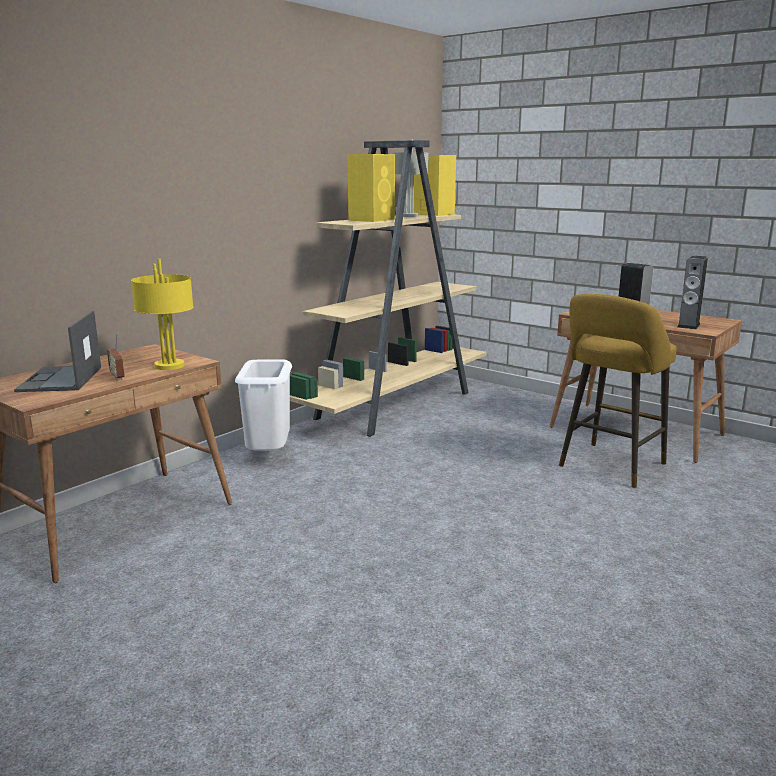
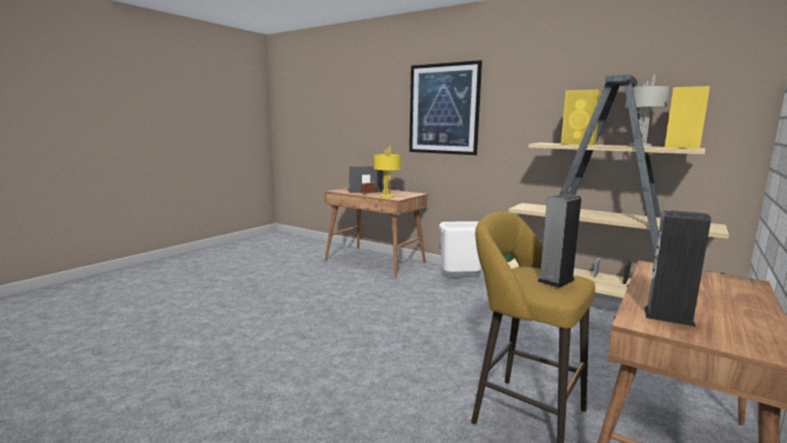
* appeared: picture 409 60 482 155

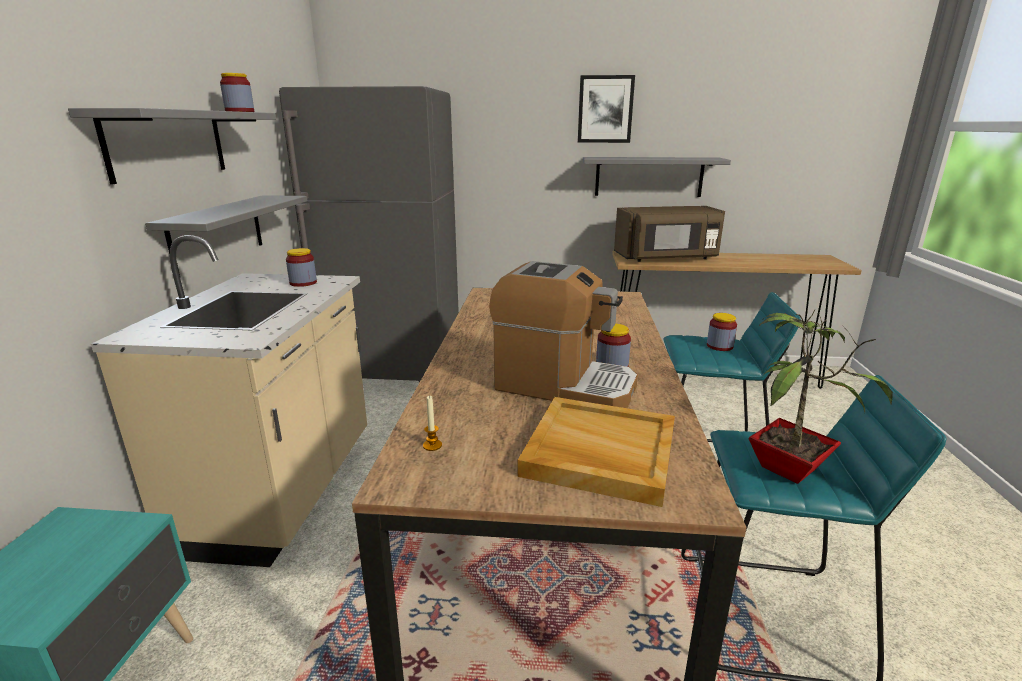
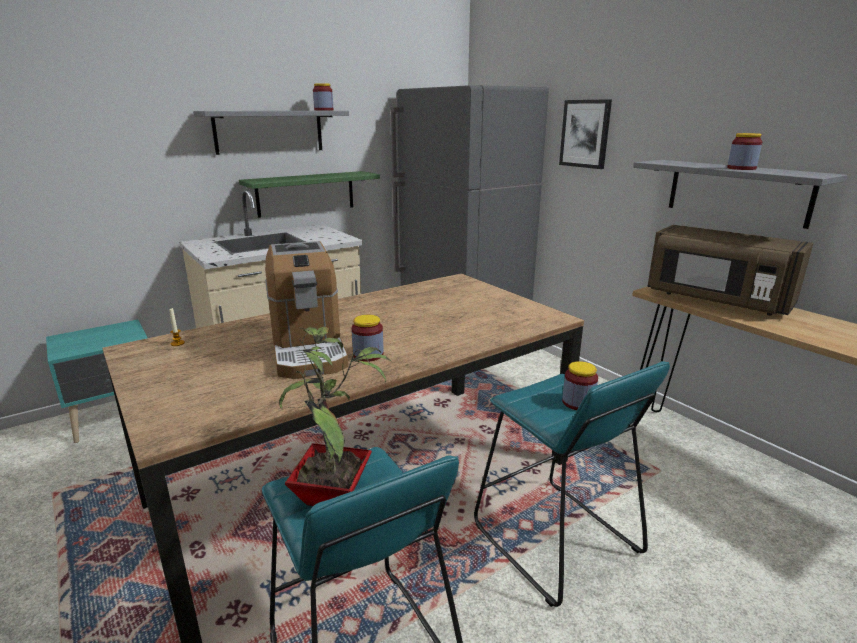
* missing: tray (beige) 518 397 675 507
* relocated: jar 286 248 317 287 to 727 133 762 170
* relocated: picture 578 75 635 143 to 559 99 612 169
* colour: shelf (grey) 145 195 307 275 to shelf (green) 239 171 380 218

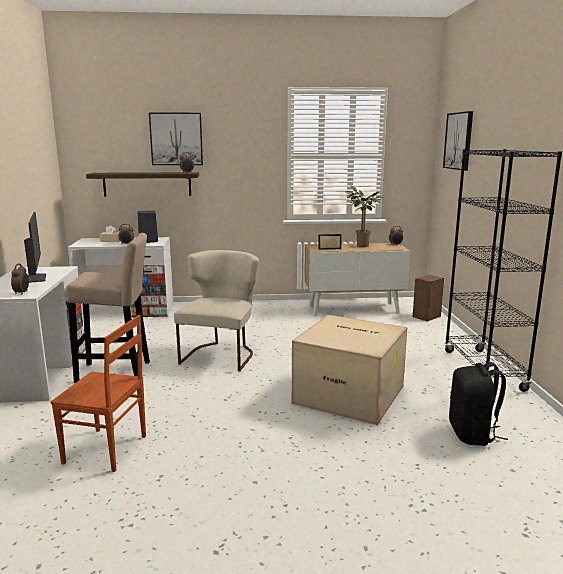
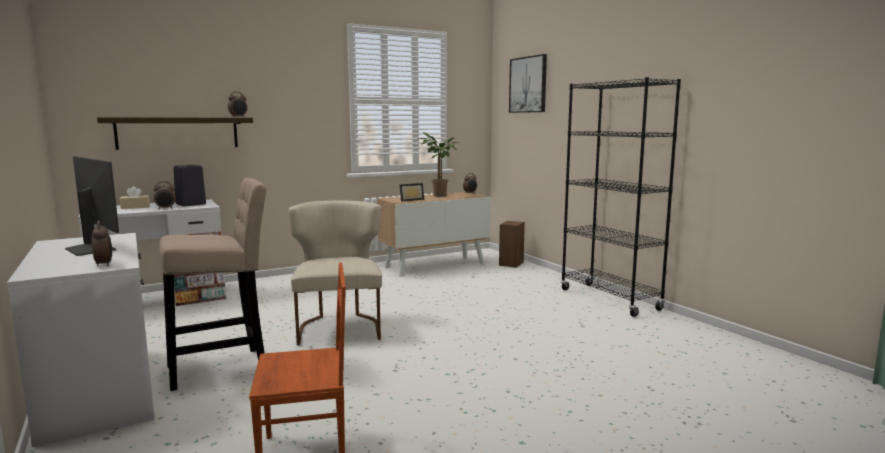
* missing: picture 149 112 203 165
* missing: cardboard box 292 315 407 425
* missing: backpack (black) 449 362 508 446

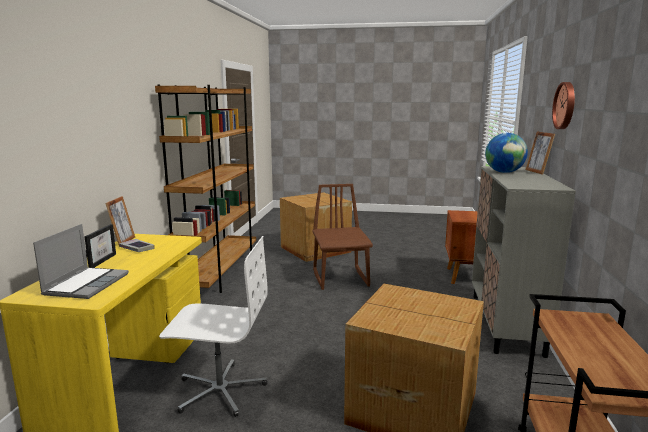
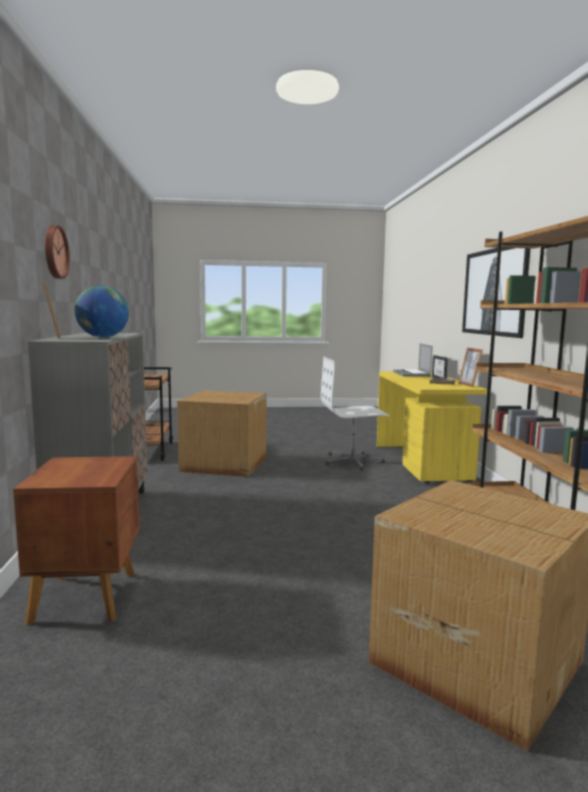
* missing: chair (brown) 312 184 373 290
* appeared: picture 462 248 531 338

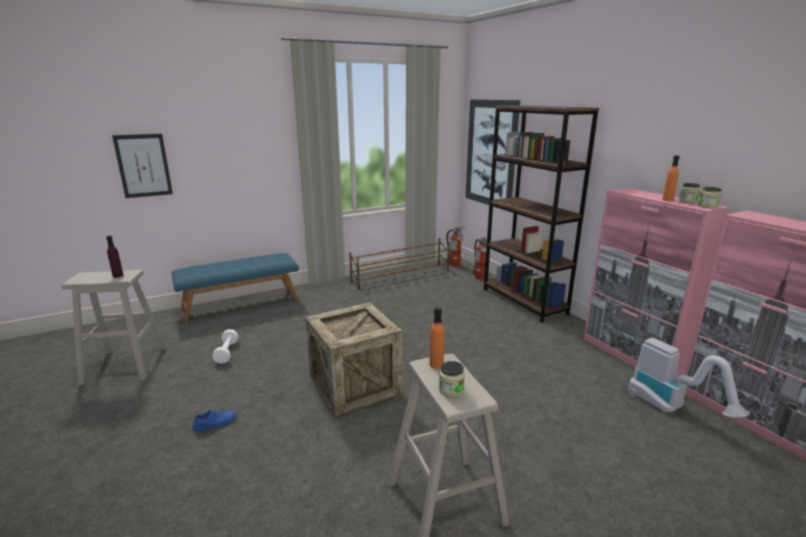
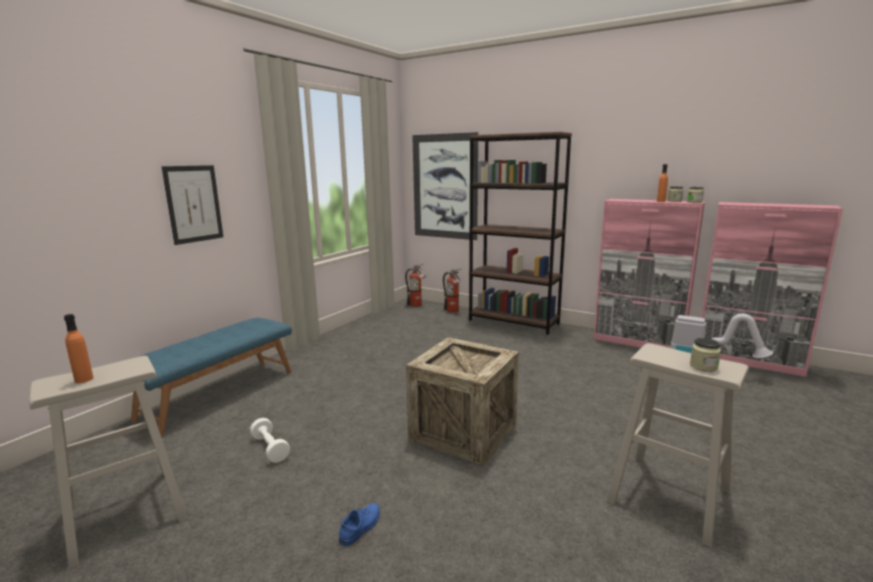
* missing: bottle (purple) 106 235 123 278
* missing: shoe rack (brown) 349 238 450 289
* relocated: picture 112 134 173 198 to 161 165 223 245
* relocated: bottle (orange) 429 307 444 369 to 64 314 93 383

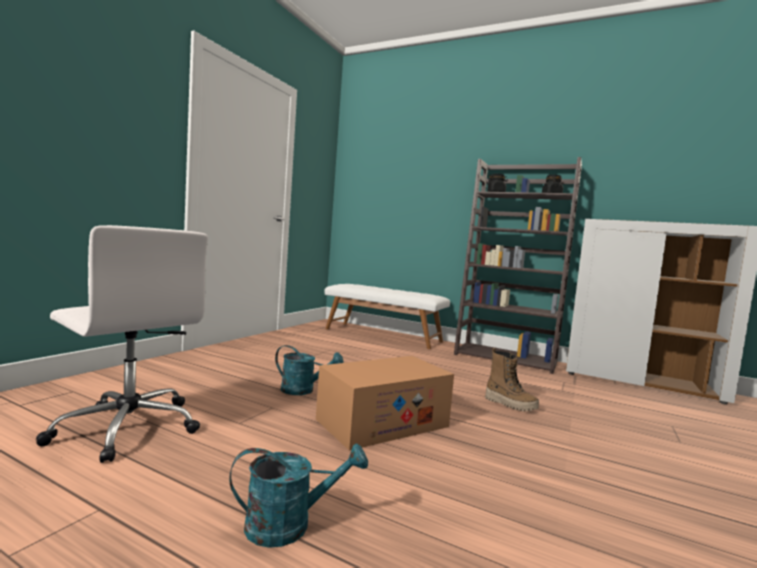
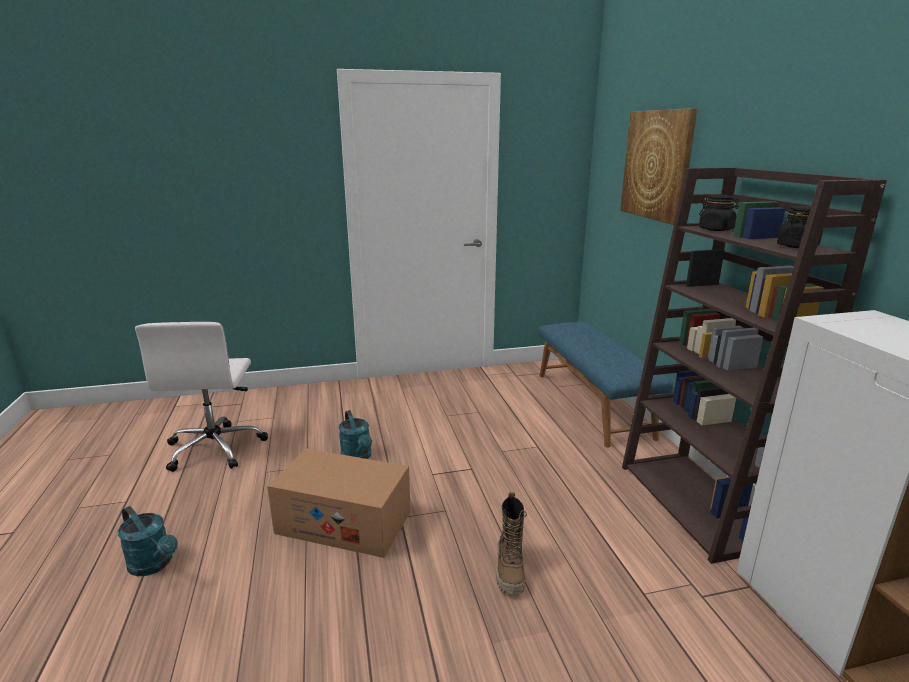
* appeared: picture 620 108 697 225
* colour: bench (white) 324 284 450 349 to bench (blue) 538 322 673 447

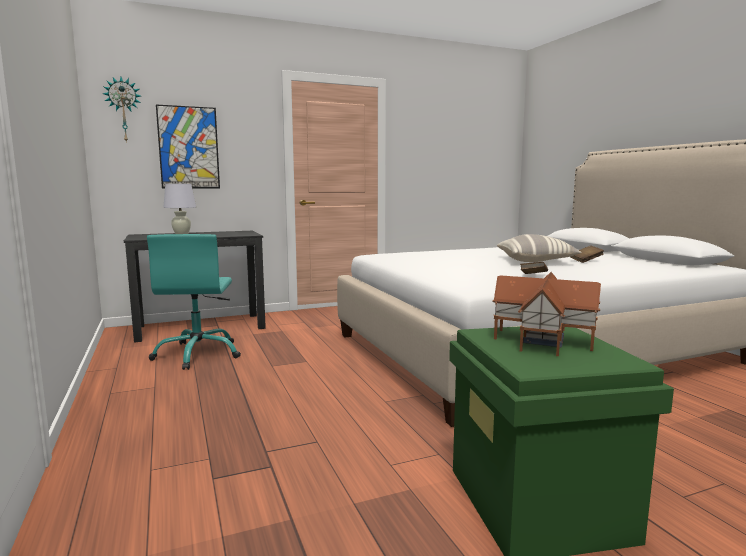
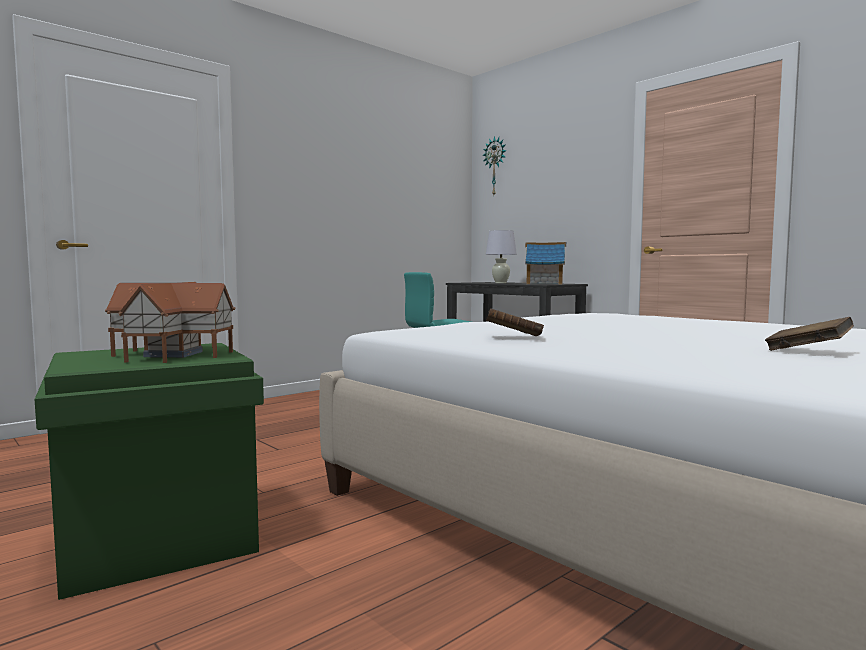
* missing: picture 156 105 220 188
* missing: pillow 497 234 582 262
* appeared: toy house 522 242 566 284

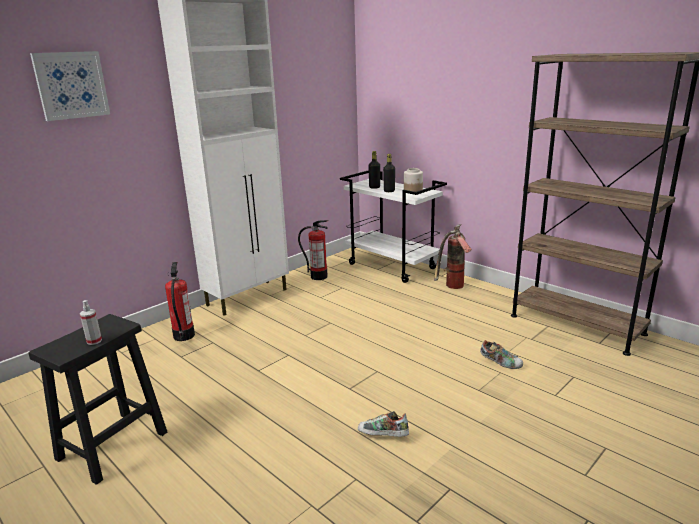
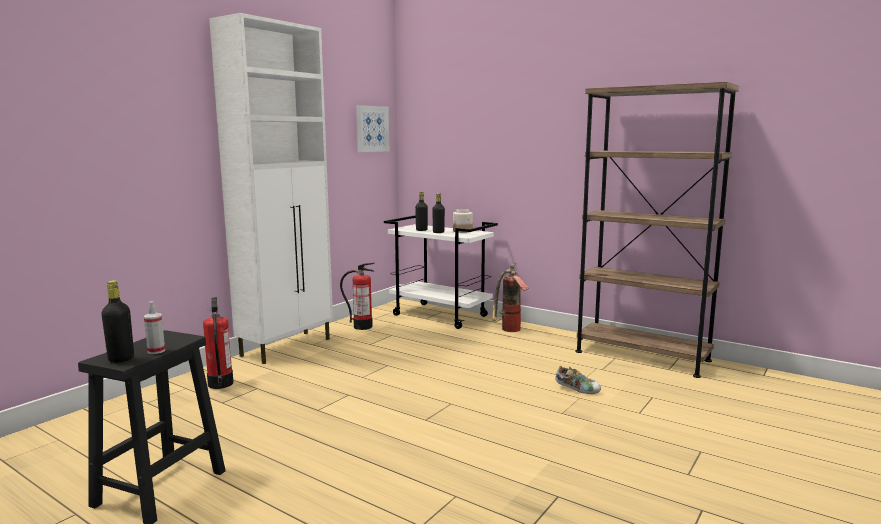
* missing: shoe 358 411 409 437
* appeared: bottle (black) 101 280 134 363
* relocated: picture 30 51 110 121 to 356 105 390 152

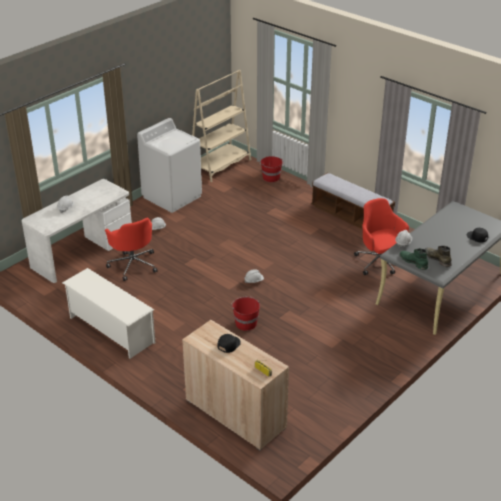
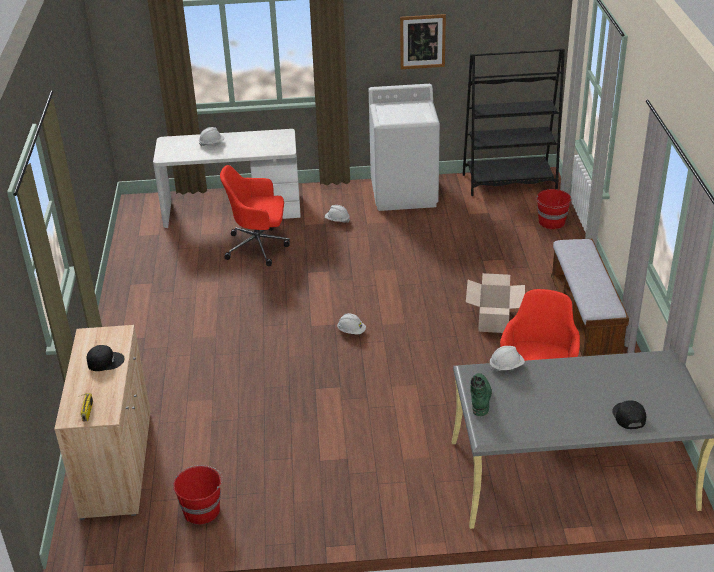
* missing: shoe rack (white) 62 268 155 359
* missing: boot (green) 424 245 452 267
* appeared: picture 400 14 446 69
* appeared: cardboard box 466 273 525 333
* relocated: bucket (red) 231 297 260 331 to 173 465 223 524
* colour: bookcase (beige) 192 70 251 182 to bookcase (black) 463 49 565 196
* spun: office chair (red) 105 217 157 281 = 220 165 290 266 75 degrees clockwise

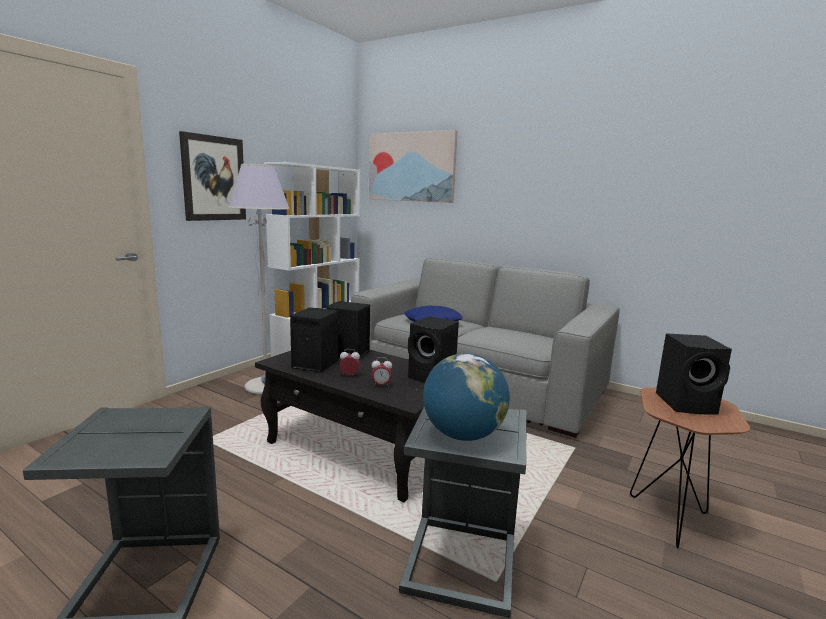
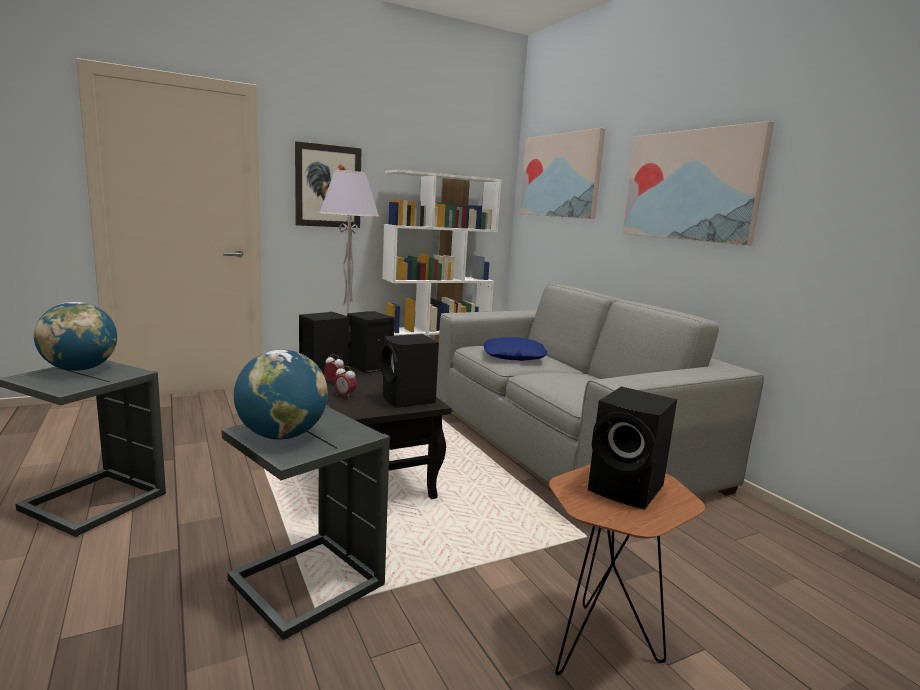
* appeared: globe 34 302 117 371
* appeared: picture 622 121 774 246

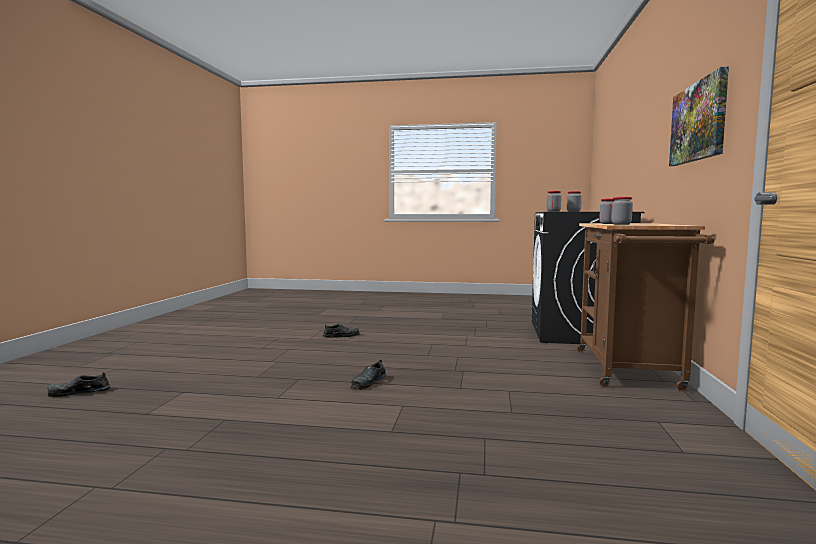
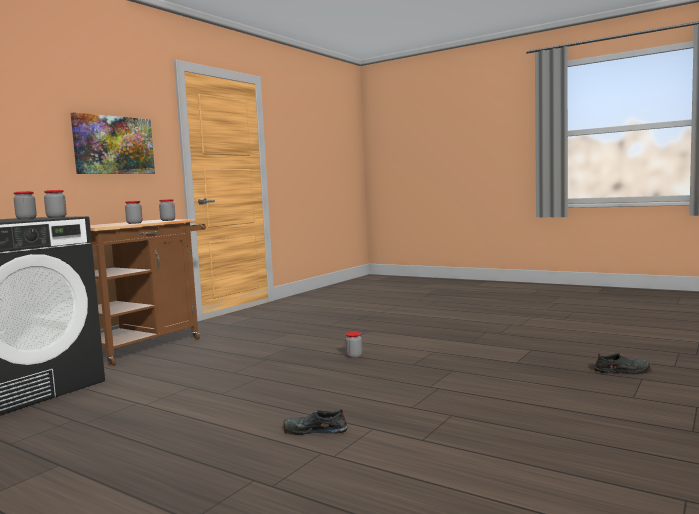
* exchanged: shoe (black) 350 359 386 390 to jar 345 332 362 358

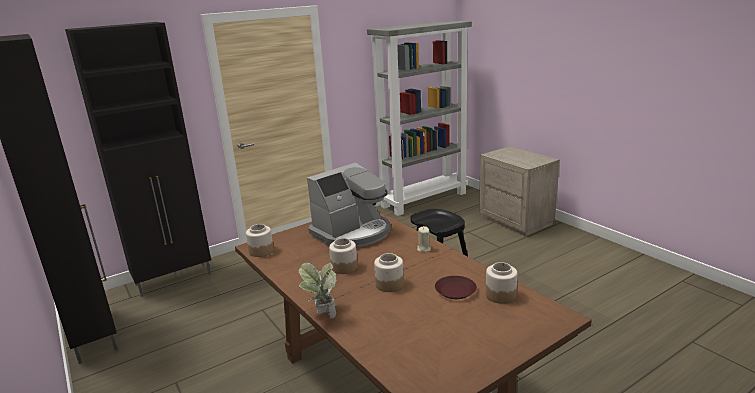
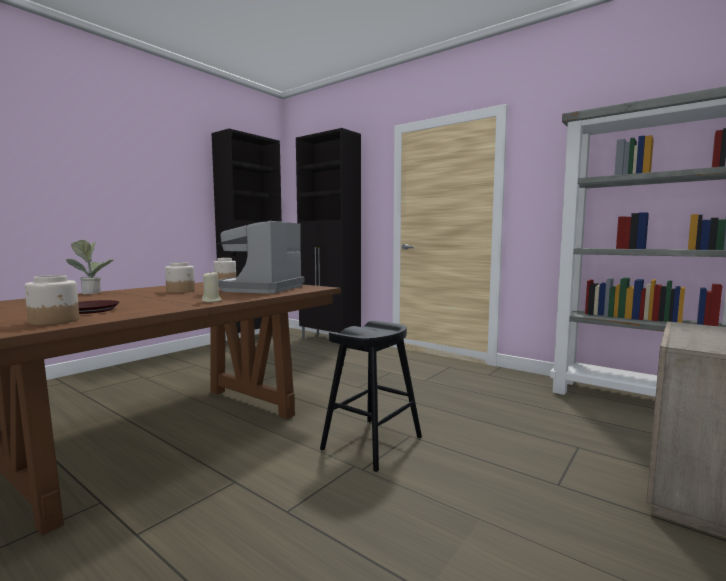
* missing: jar 374 253 404 292
* spun: coffee machine 307 162 391 248 = 218 221 305 294 75 degrees clockwise

